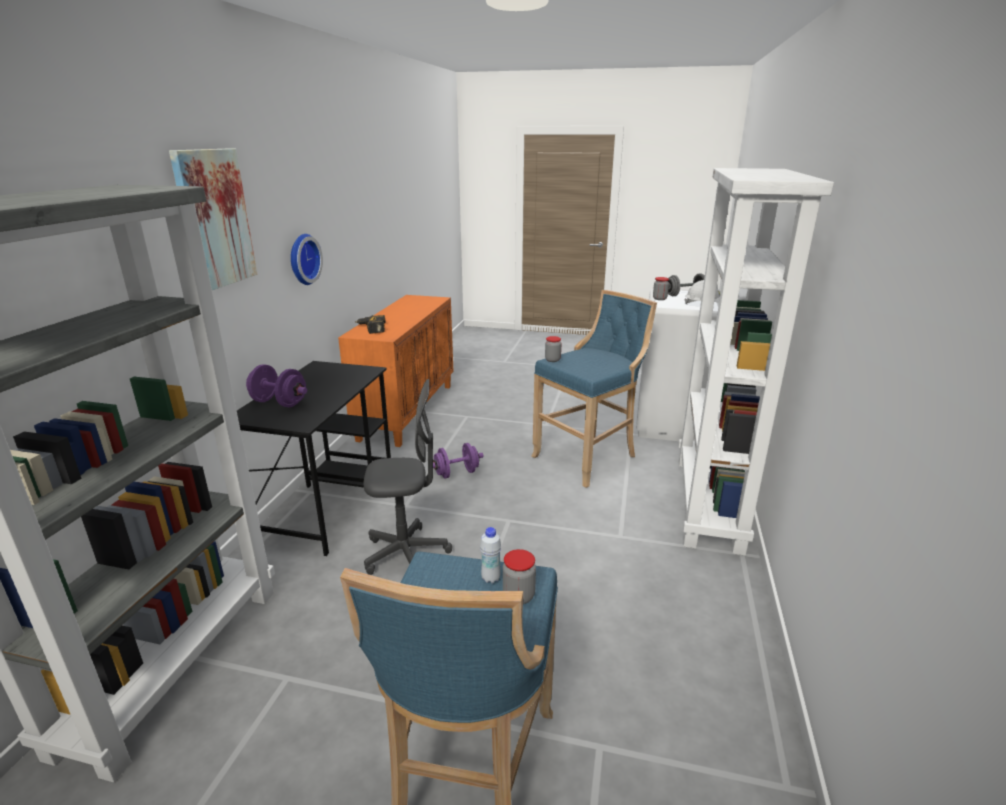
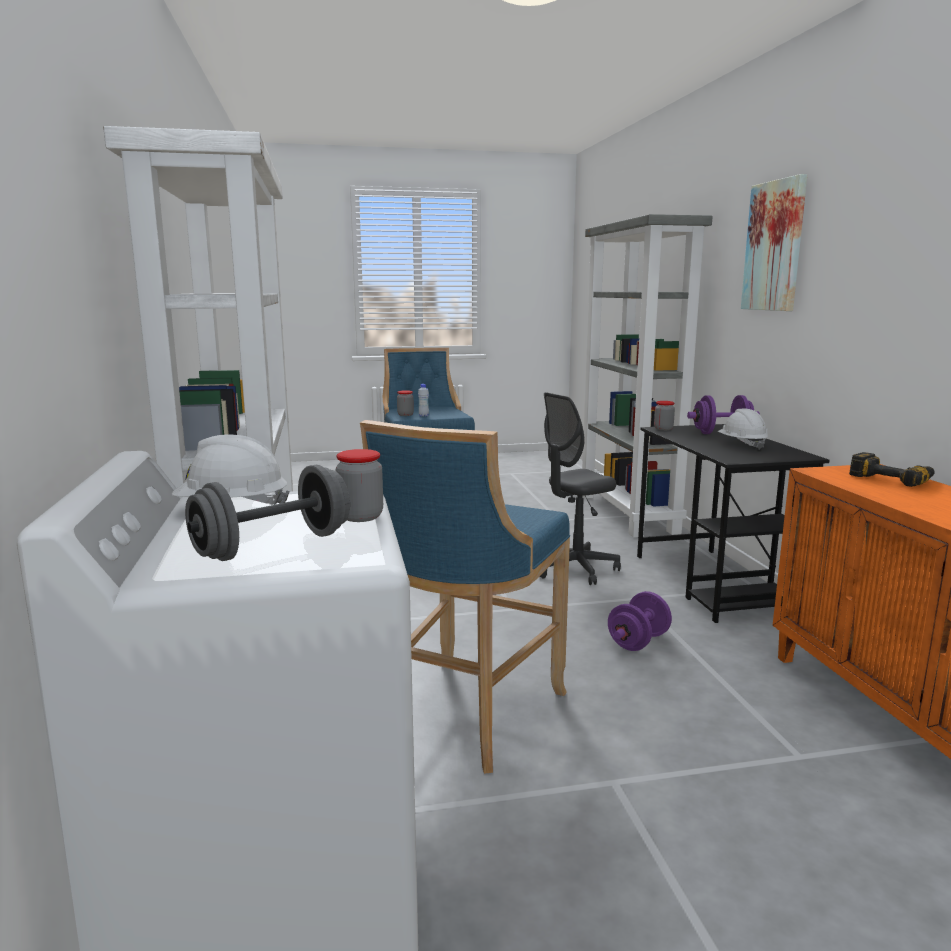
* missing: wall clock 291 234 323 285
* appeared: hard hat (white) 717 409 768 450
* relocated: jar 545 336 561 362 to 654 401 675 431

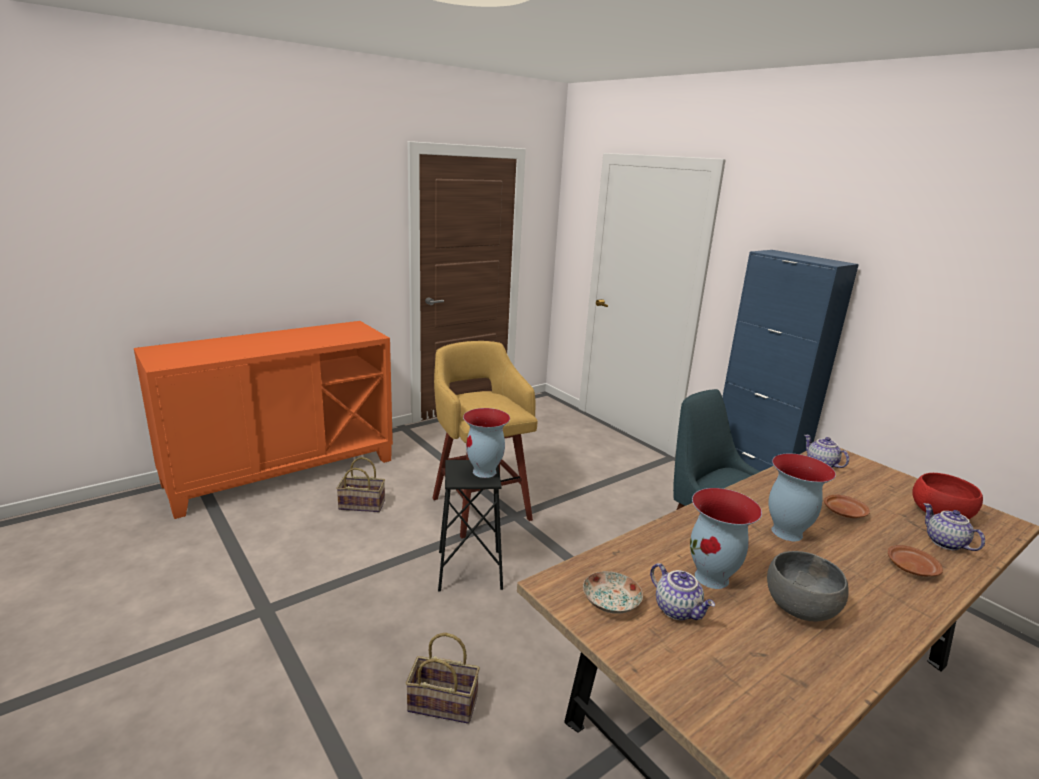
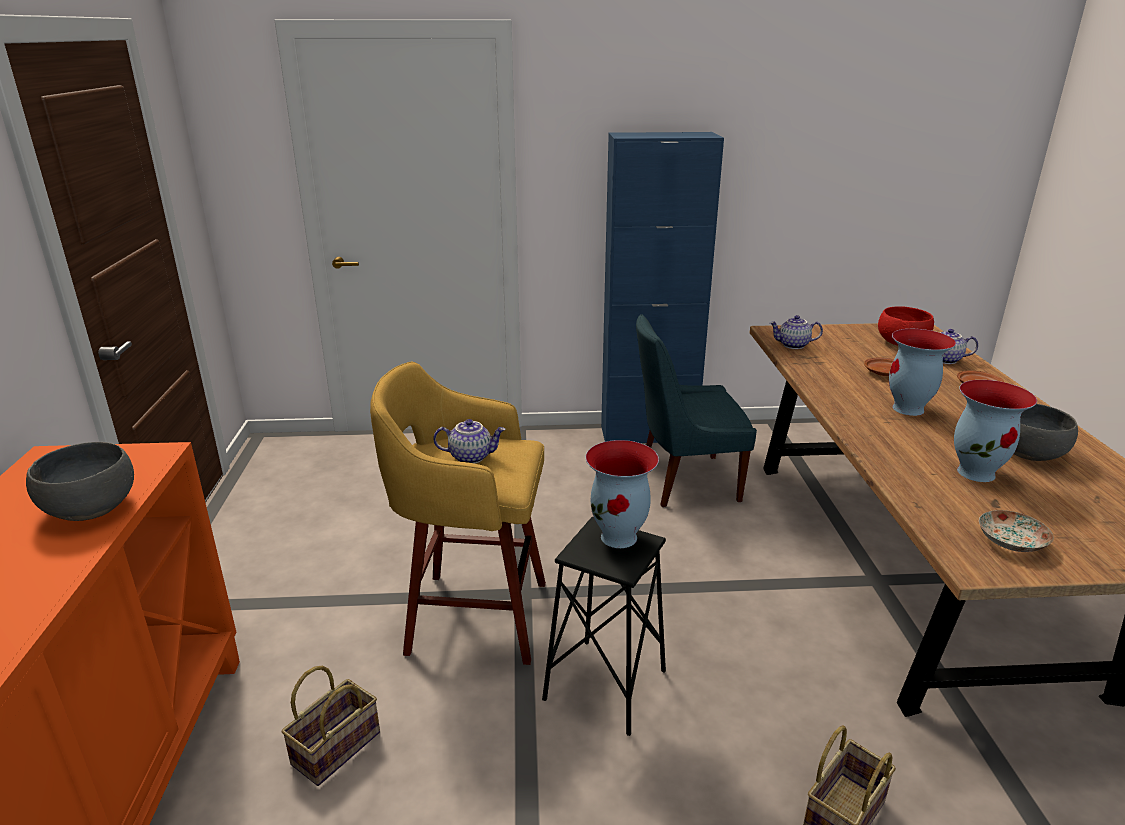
* appeared: bowl (grey) 26 442 134 521
* relocated: teapot 650 563 715 620 to 433 419 506 464

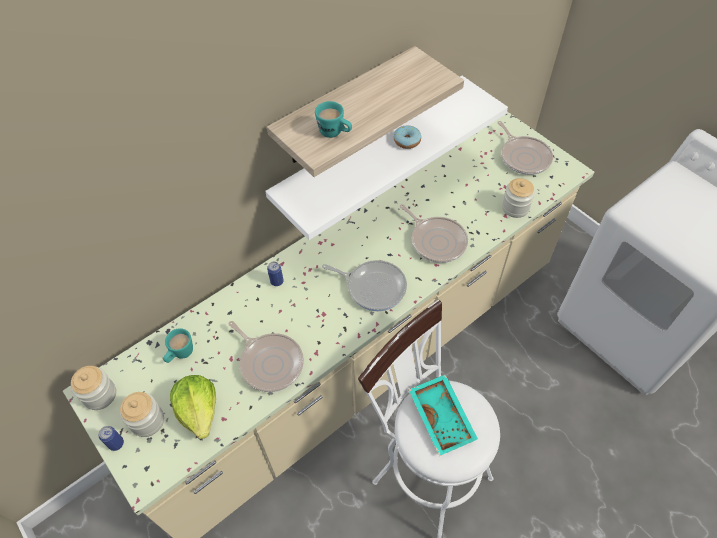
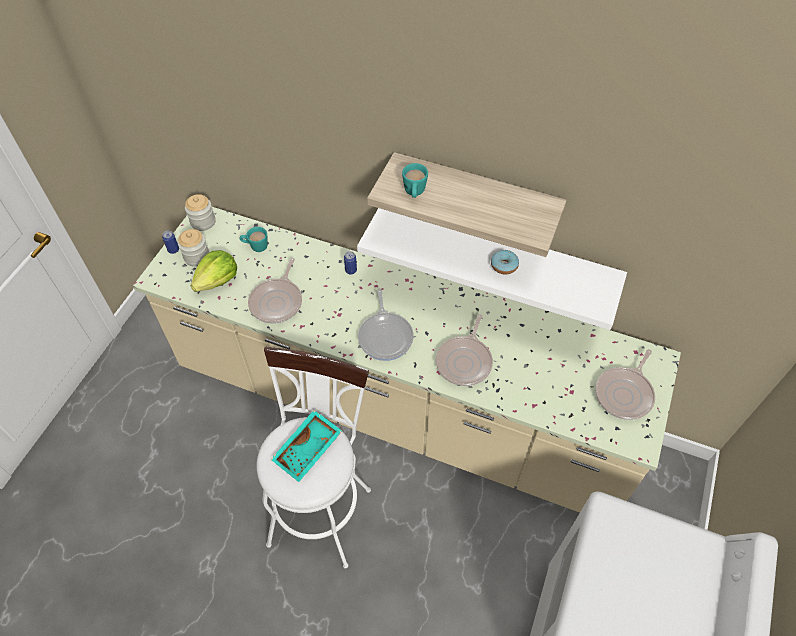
* missing: jar 502 178 535 218

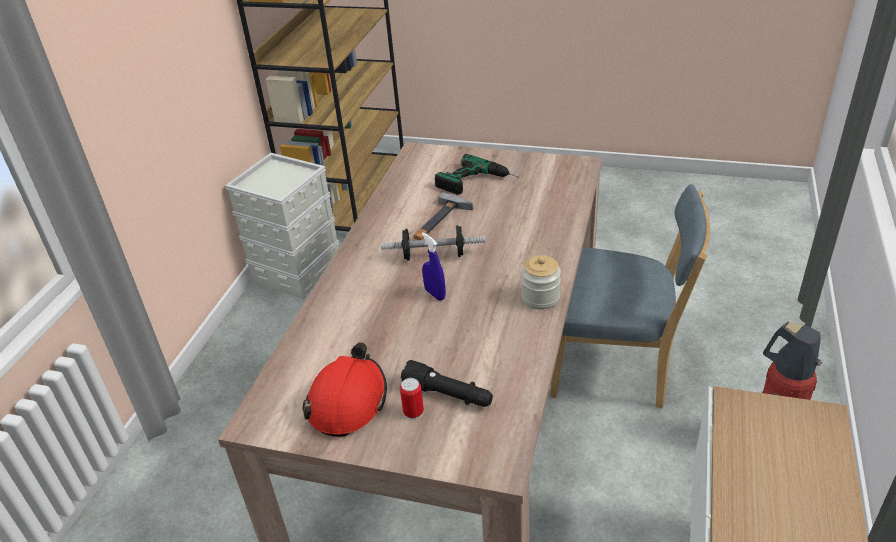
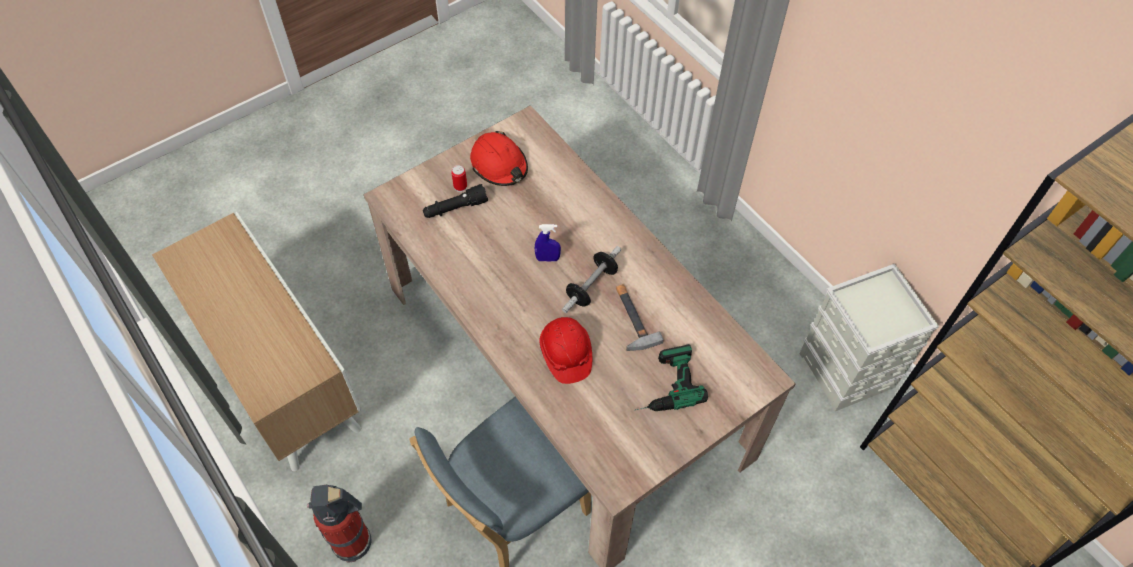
* missing: jar 522 255 561 310
* appeared: hard hat (red) 540 317 592 384

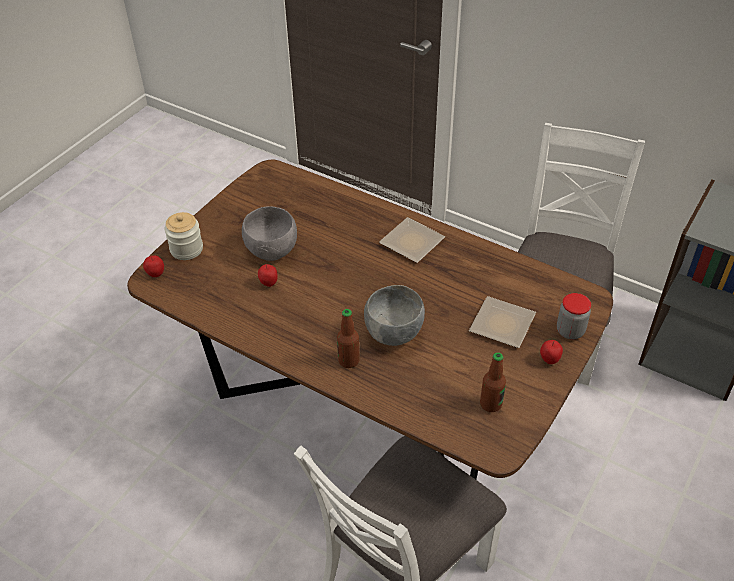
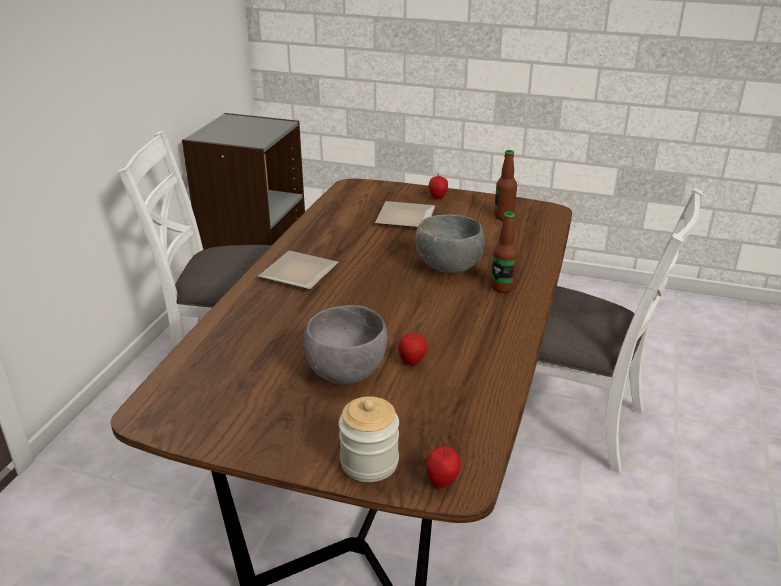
* missing: jar 557 293 591 340

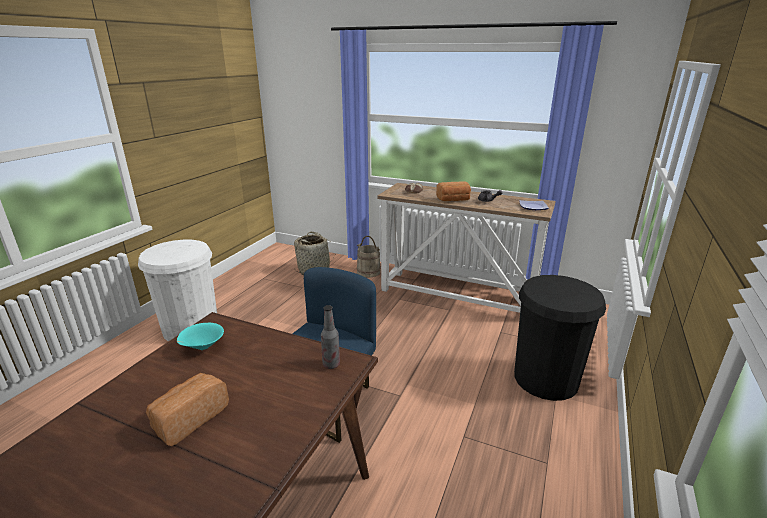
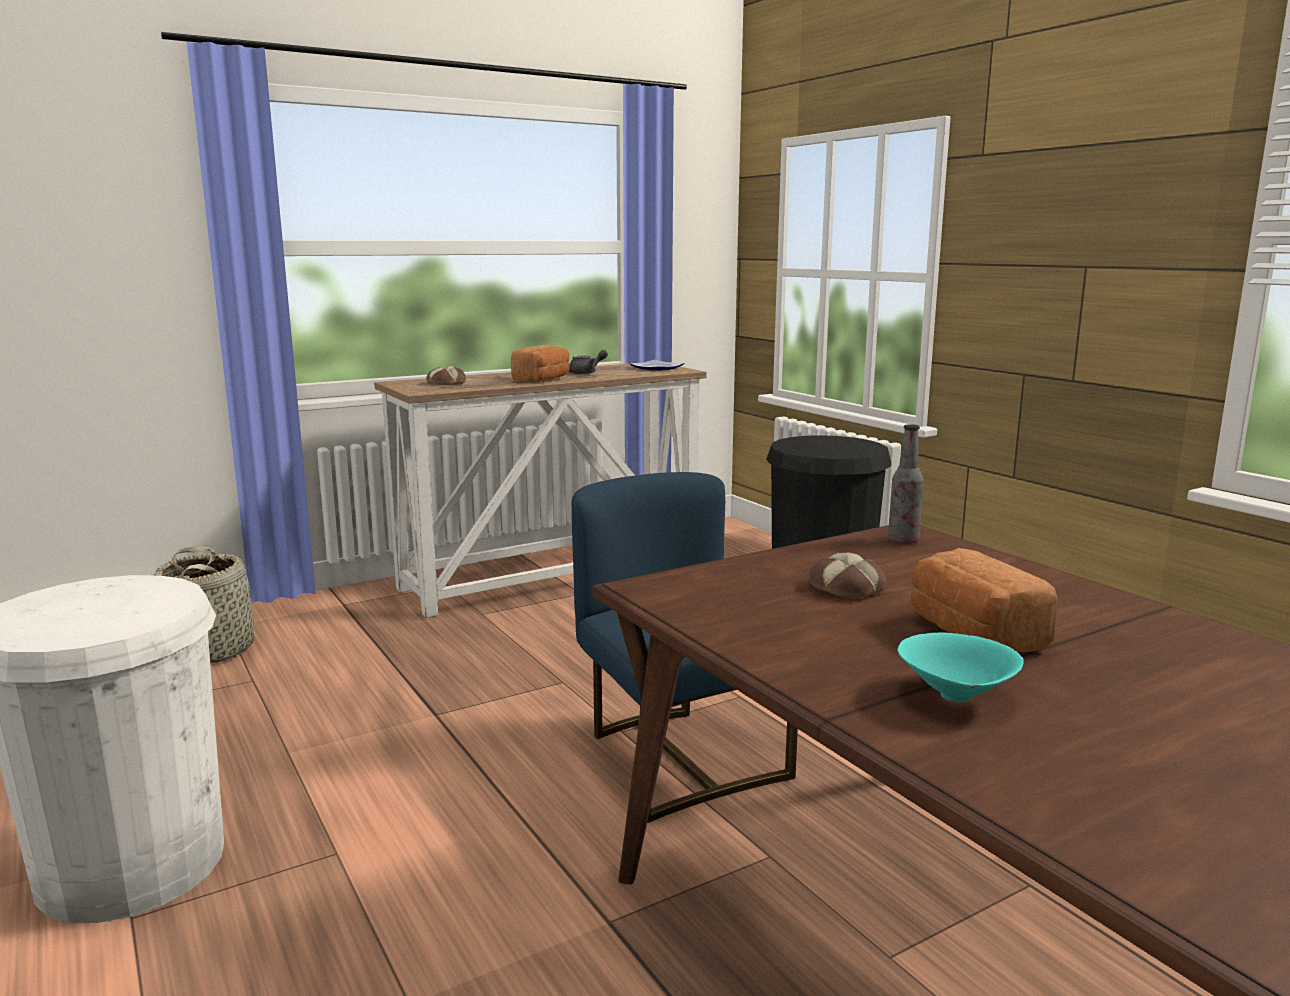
* missing: bucket (beige) 357 236 381 278
* appeared: bread 809 553 886 598
* relocated: bowl (turquoise) 177 323 224 350 to 897 632 1024 703

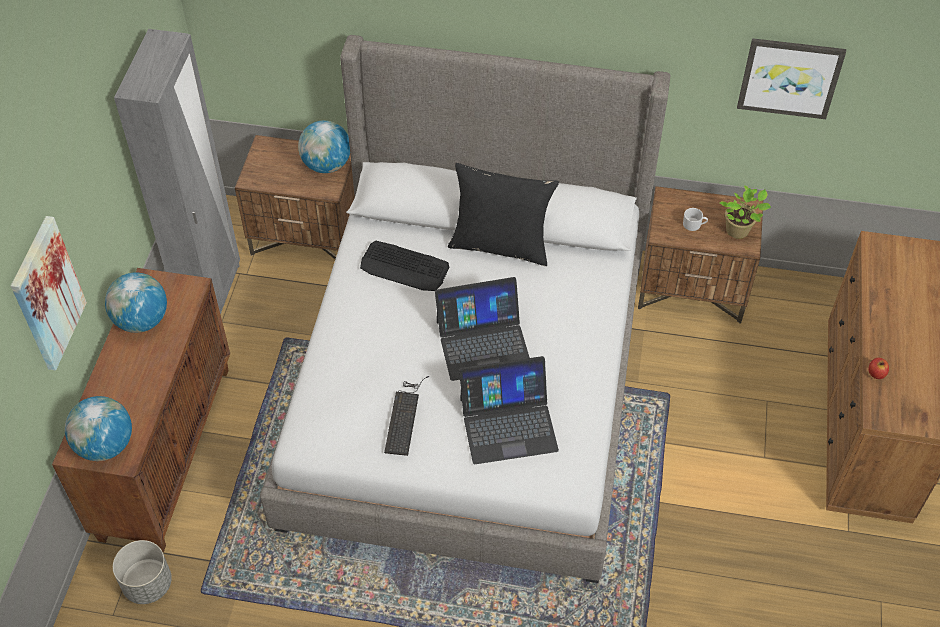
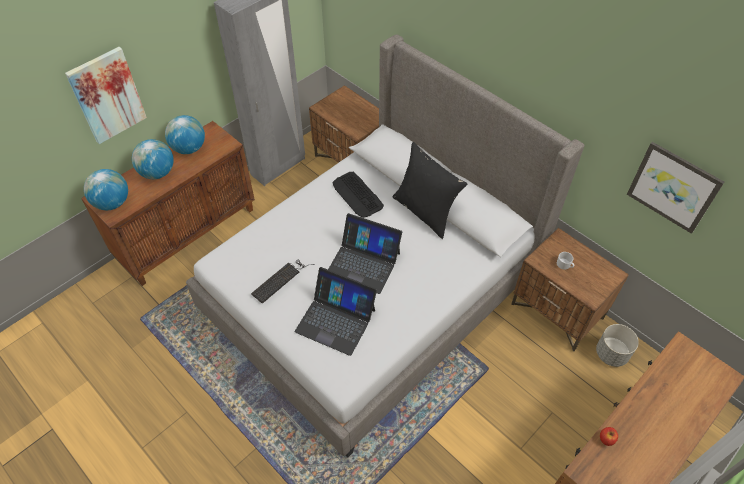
* missing: potted plant 720 185 771 239
* relocated: planter (grey) 113 540 172 604 to 596 324 639 367
* relocated: globe 298 120 350 173 to 132 139 174 179

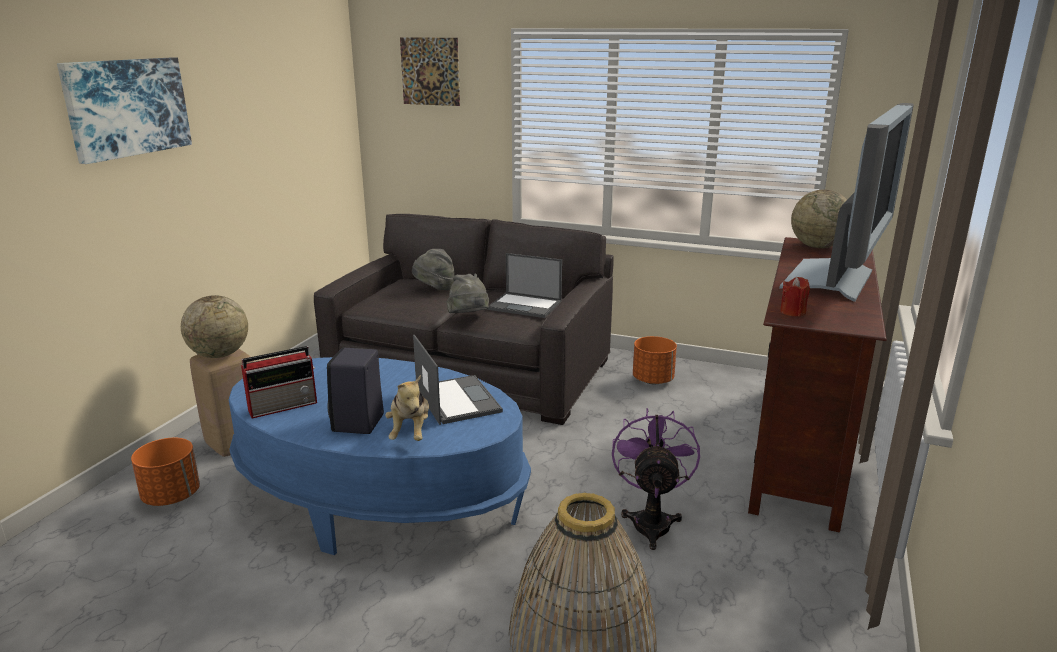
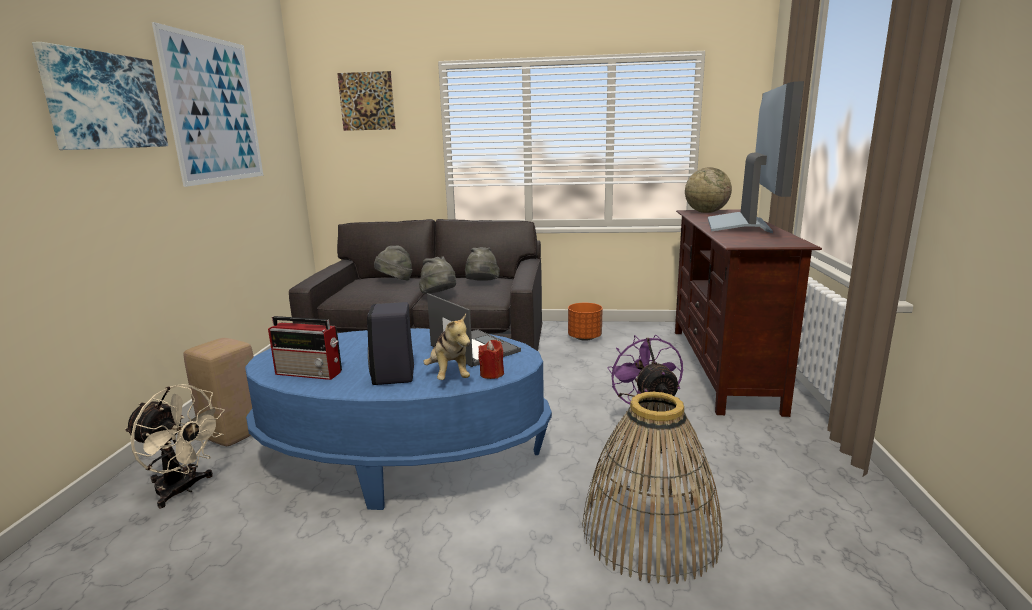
* missing: globe 181 295 248 358
* appeared: picture 152 22 263 187
* relocated: candle (red) 780 277 810 317 to 478 340 504 379
* exchanged: planter (orange) 131 438 200 506 to fan (beige) 125 384 225 508
* exchanged: laptop 487 253 562 318 to hat (grey) 465 247 500 281
* spun: radio 241 346 317 419 = 268 316 342 380 60 degrees clockwise

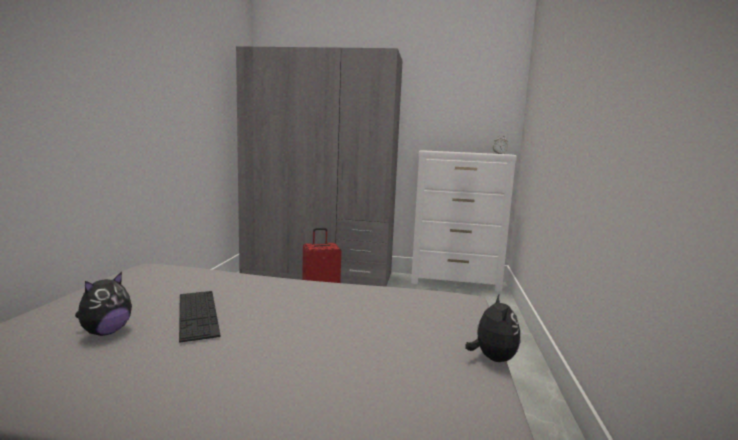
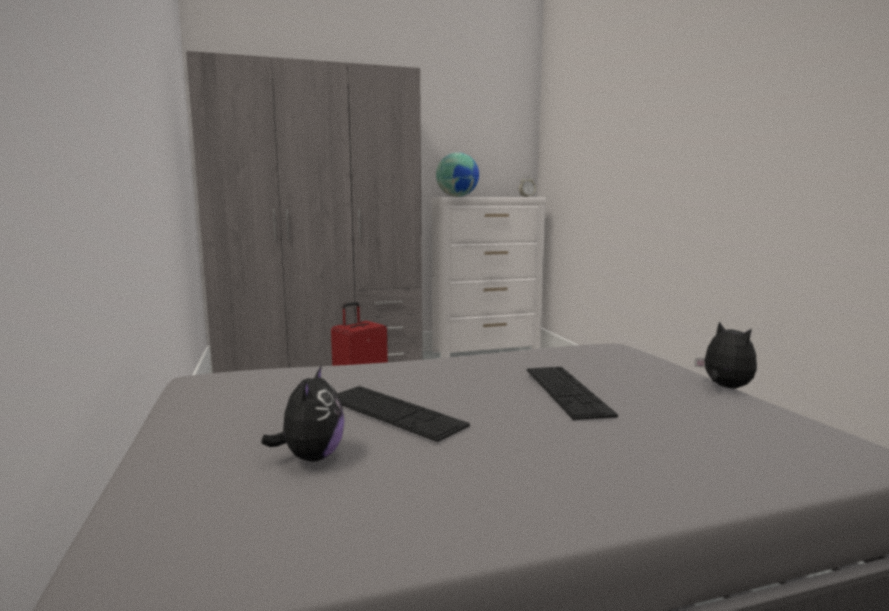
* appeared: globe 436 152 479 197
* appeared: keyboard 527 367 618 420

